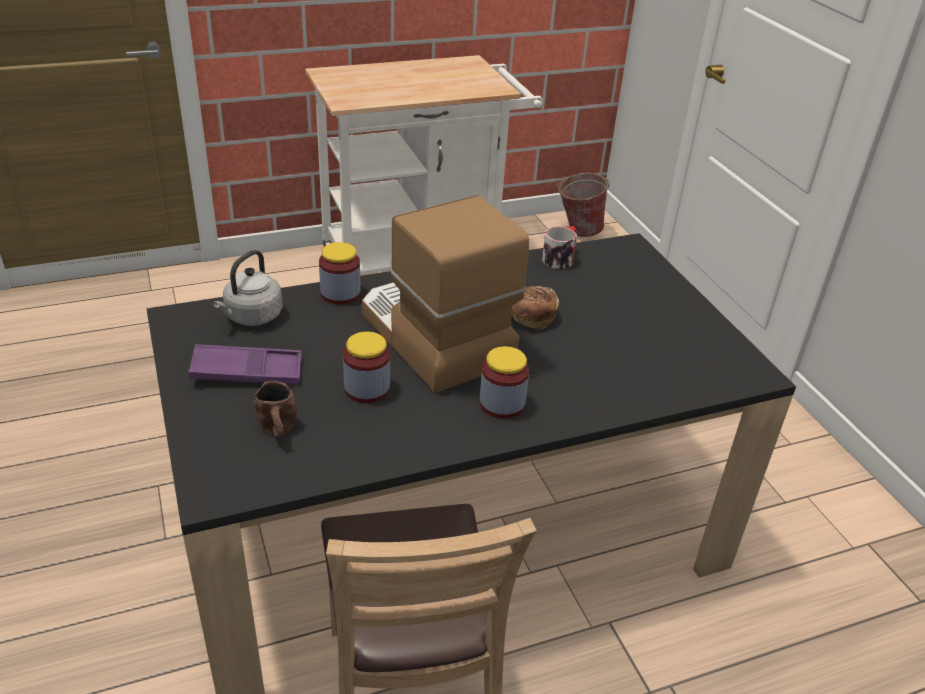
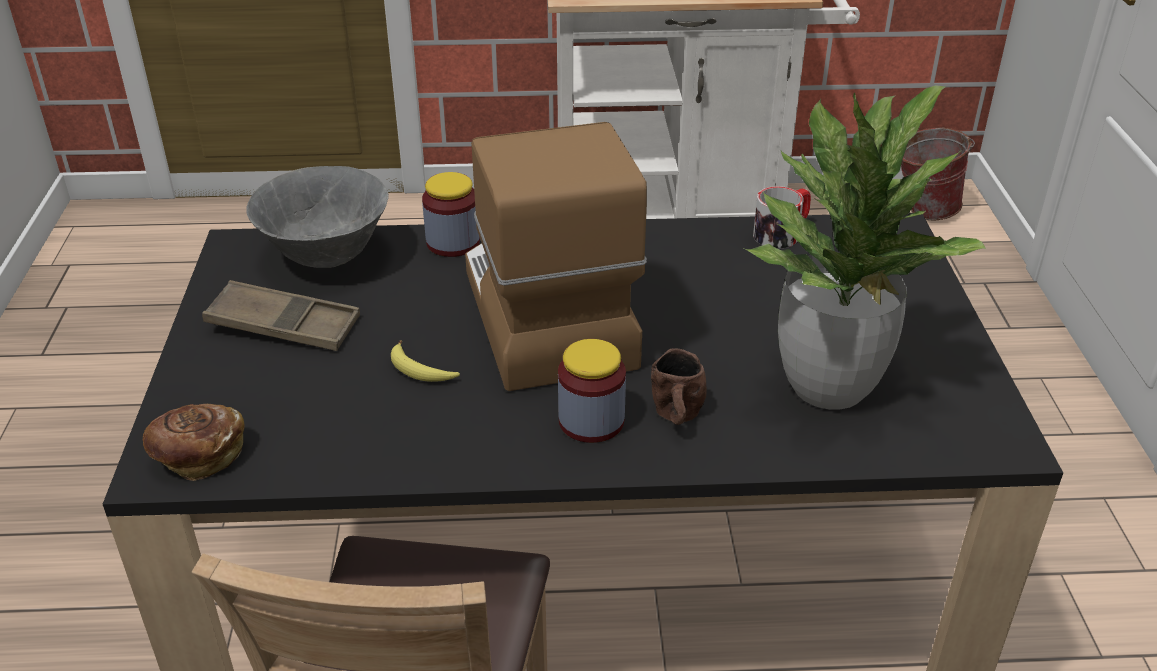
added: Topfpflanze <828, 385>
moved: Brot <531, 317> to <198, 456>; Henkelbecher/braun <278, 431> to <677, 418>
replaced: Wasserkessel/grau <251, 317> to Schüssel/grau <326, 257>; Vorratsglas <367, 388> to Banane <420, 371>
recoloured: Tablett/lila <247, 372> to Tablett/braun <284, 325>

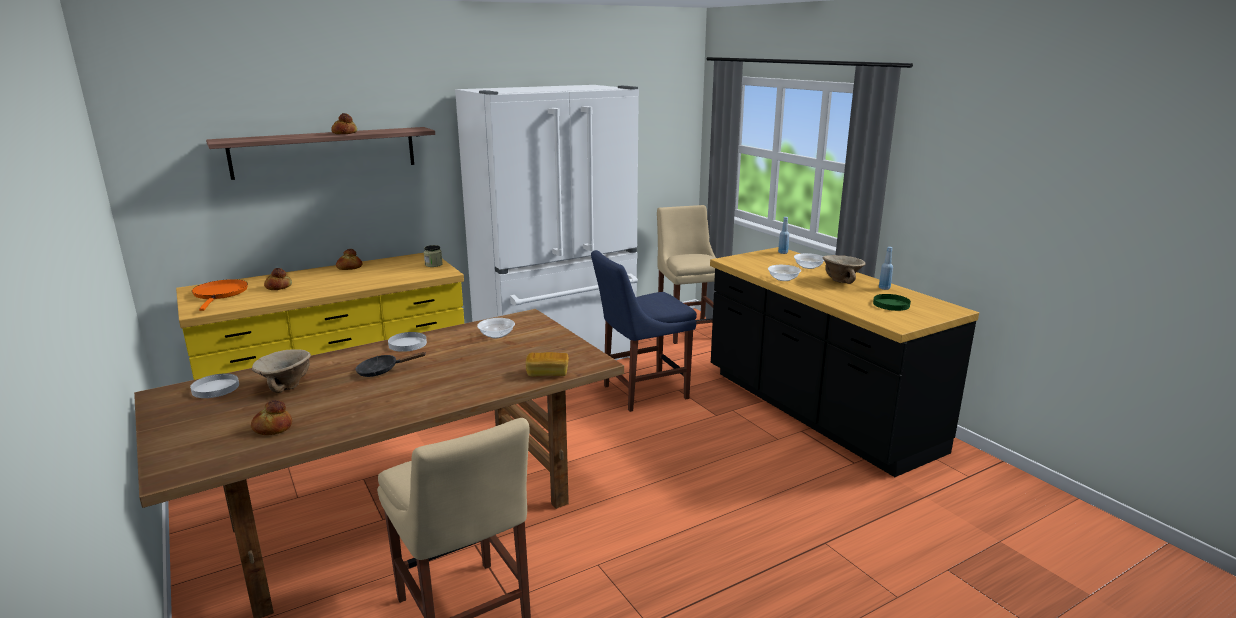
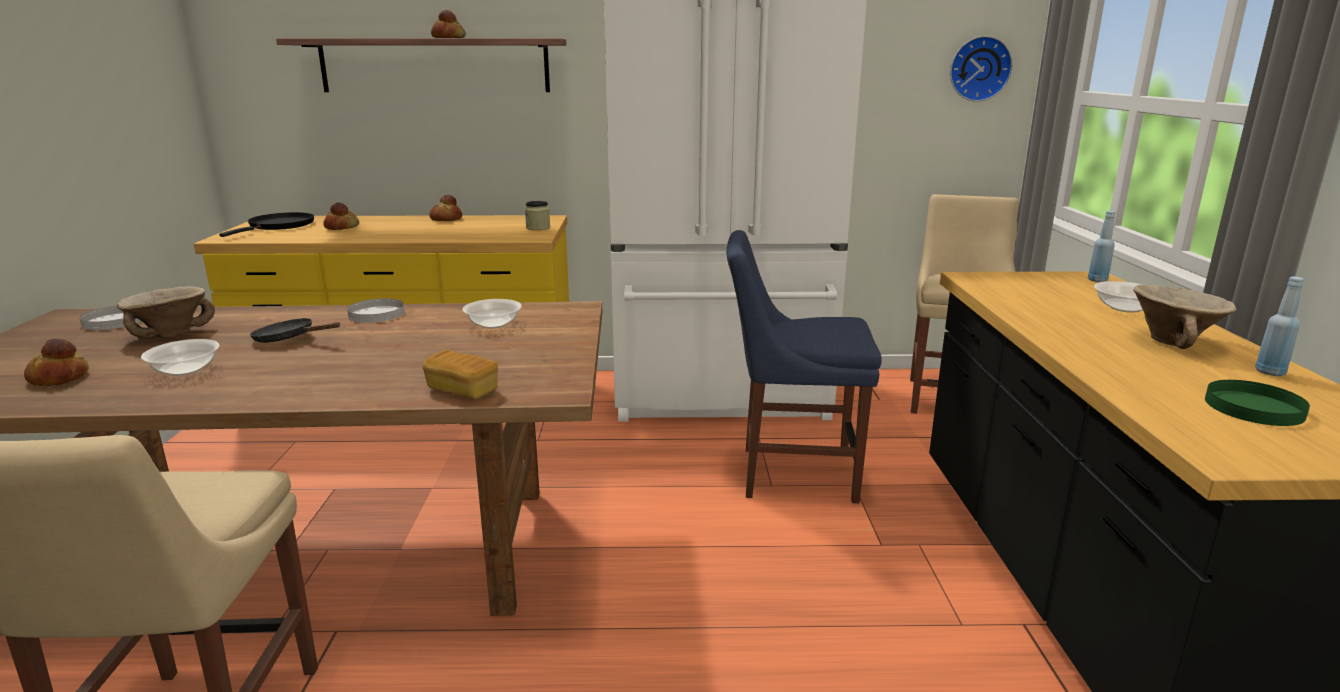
added: Wanduhr <979, 69>
moved: Schüssel <783, 279> to <185, 370>
recoloured: Pfanne/orange <220, 294> to Pfanne/schwarz <279, 226>

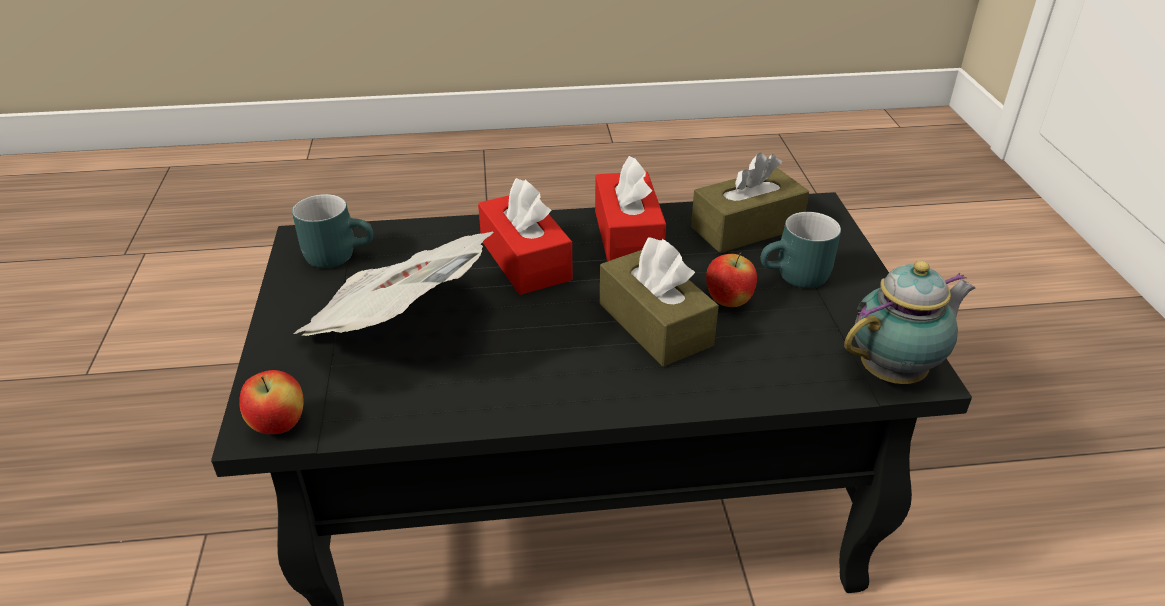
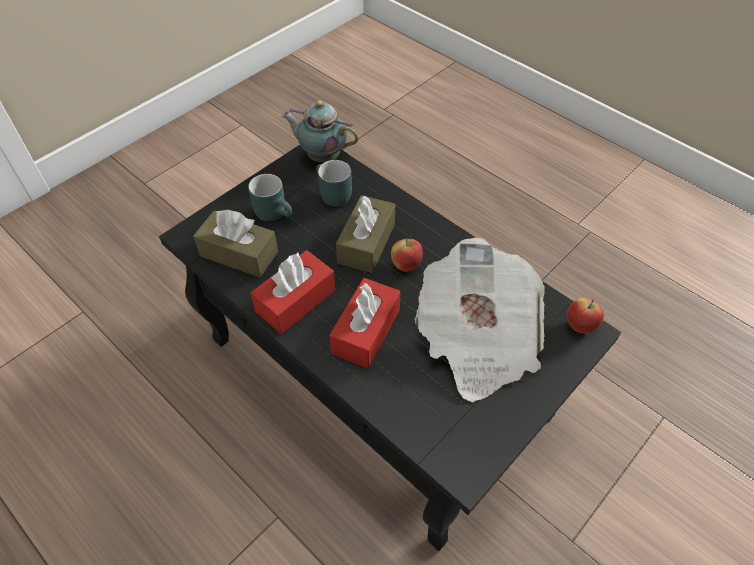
moved: Henkelbecher/türkis <339, 254> to <331, 195>; Apfel <728, 302> to <406, 266>

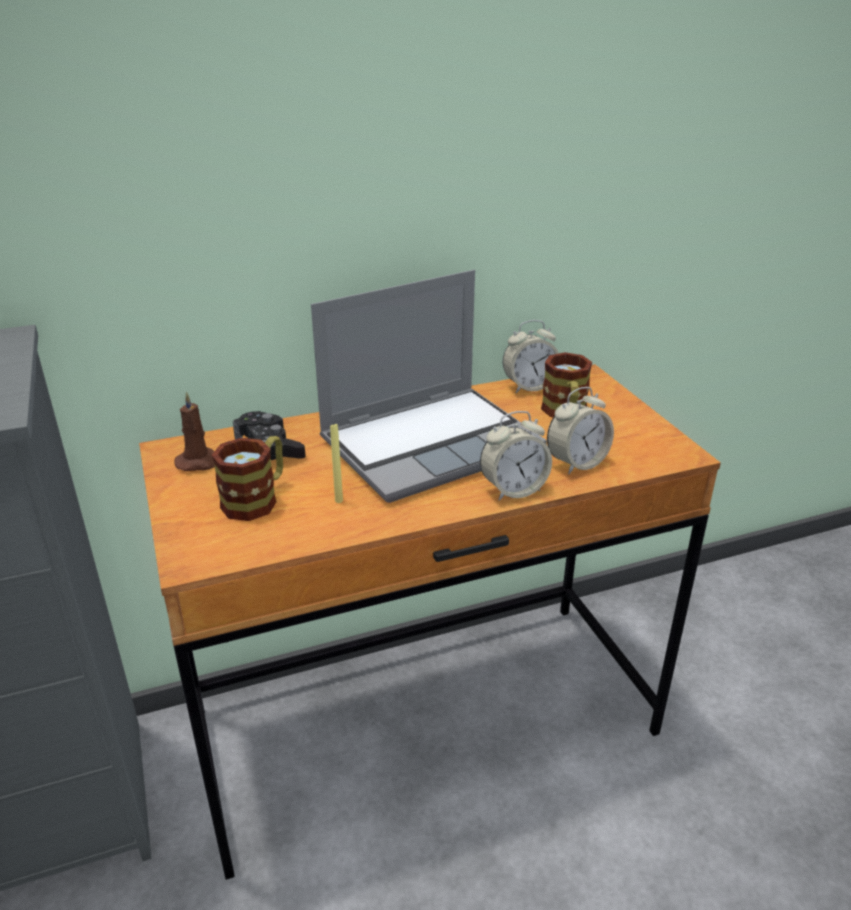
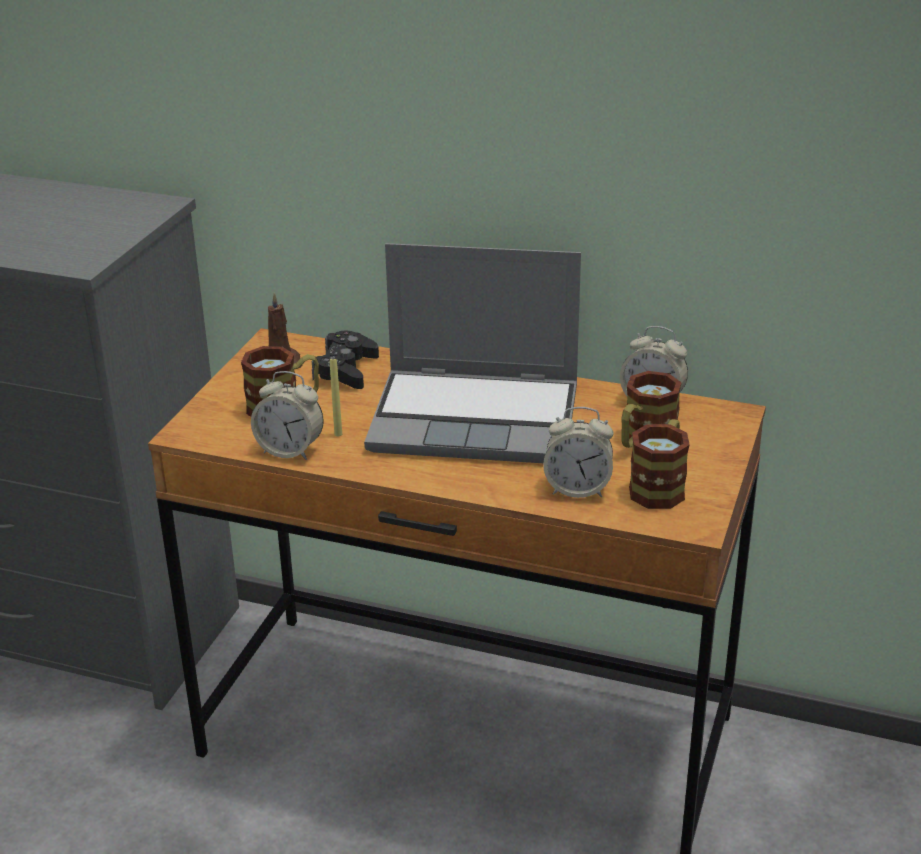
added: Henkelbecher <660, 486>
moved: Wecker <513, 490> to <290, 450>

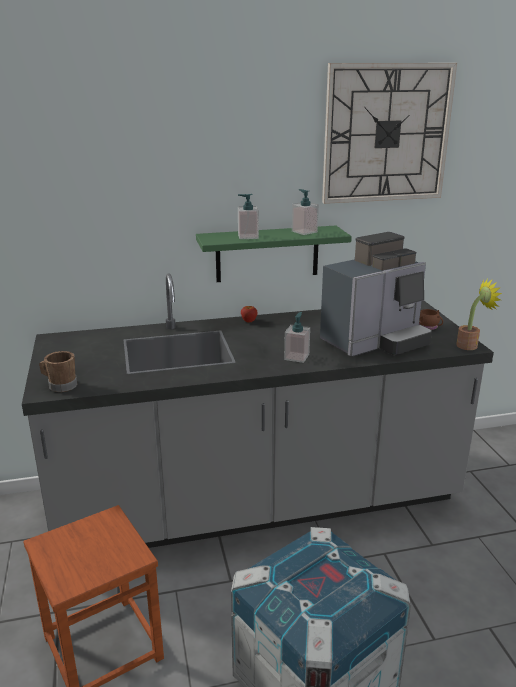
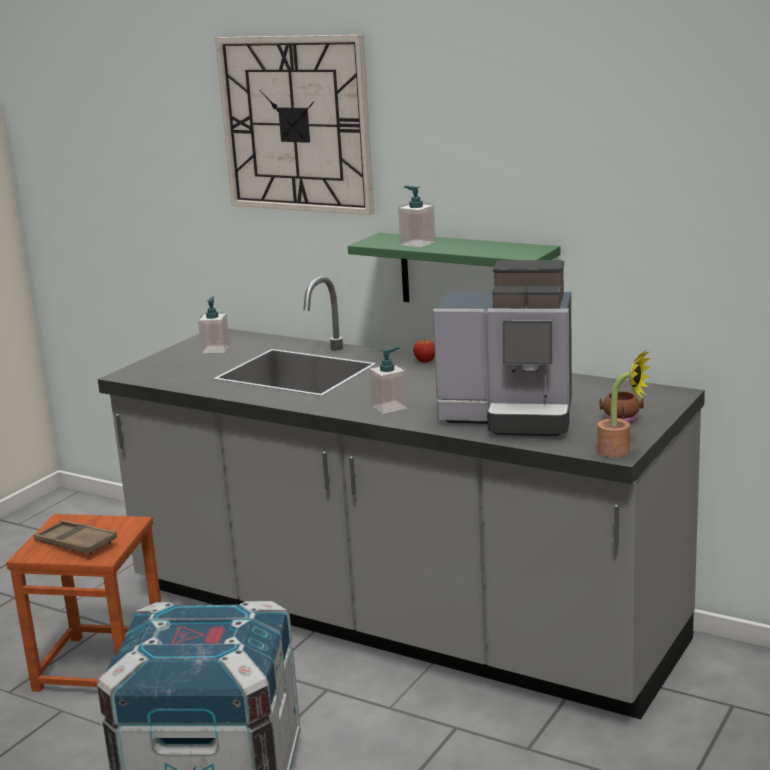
removed: Henkelbecher/braun <60, 385>
added: Tablett/braun <76, 543>
moved: Seifenspender <304, 231> to <215, 349>; Wanduhr <386, 134> to <296, 124>

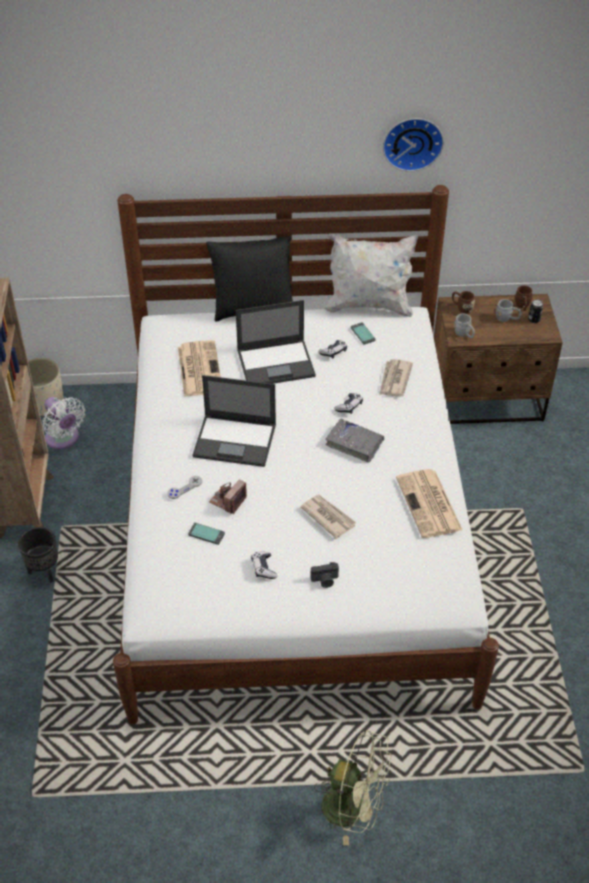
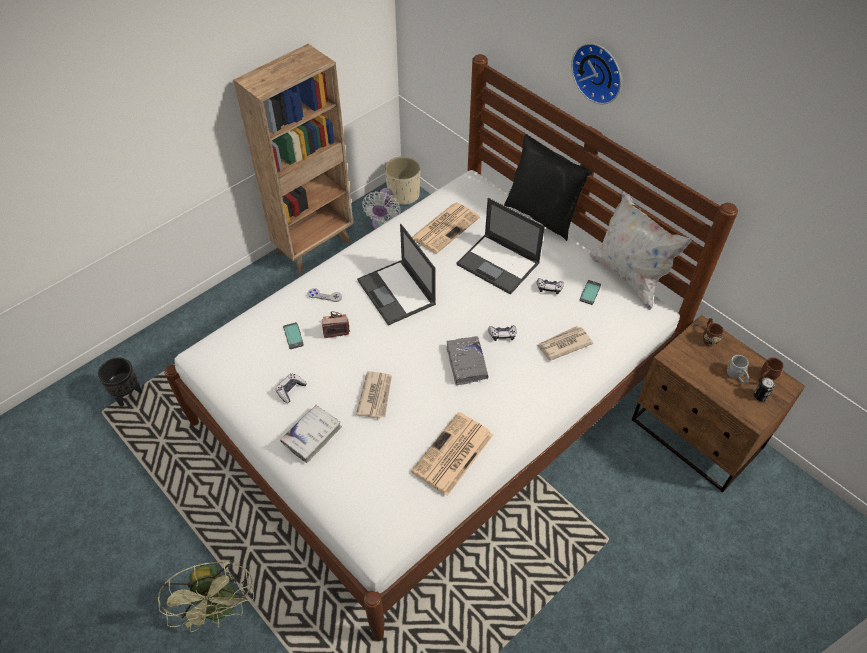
removed: Henkelbecher/grau <464, 334>
moved: Pflanzkübel/schwarz <43, 571> to <128, 395>; Wanduhr <412, 142> to <599, 72>
replaced: Kamera <325, 580> to Buch/weiß <312, 436>

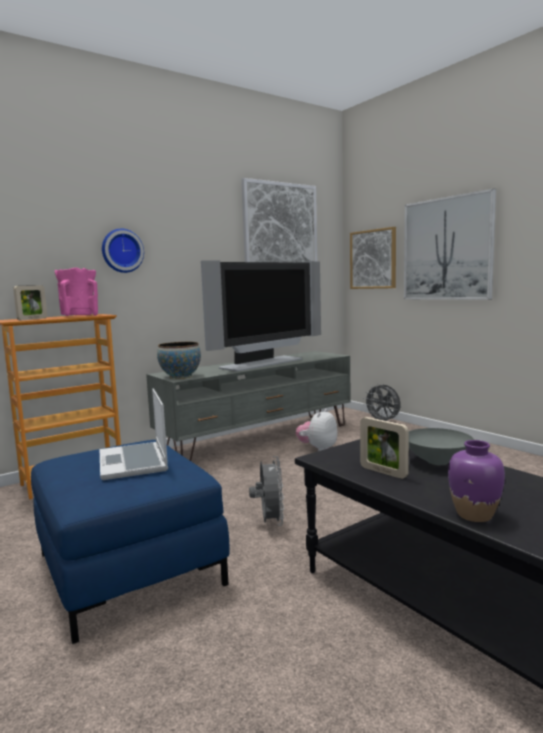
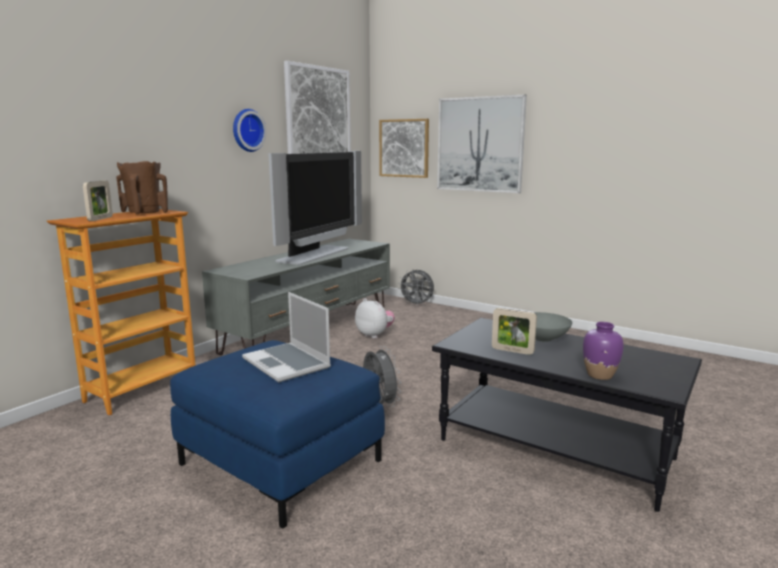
removed: Schüssel <180, 377>
moved: Wanduhr <121, 251> to <247, 130>
recoloured: Vase/rosa <80, 316> to Vase/braun <145, 213>
turned: Plüschtier <318, 449> = <375, 335> 120 degrees clockwise

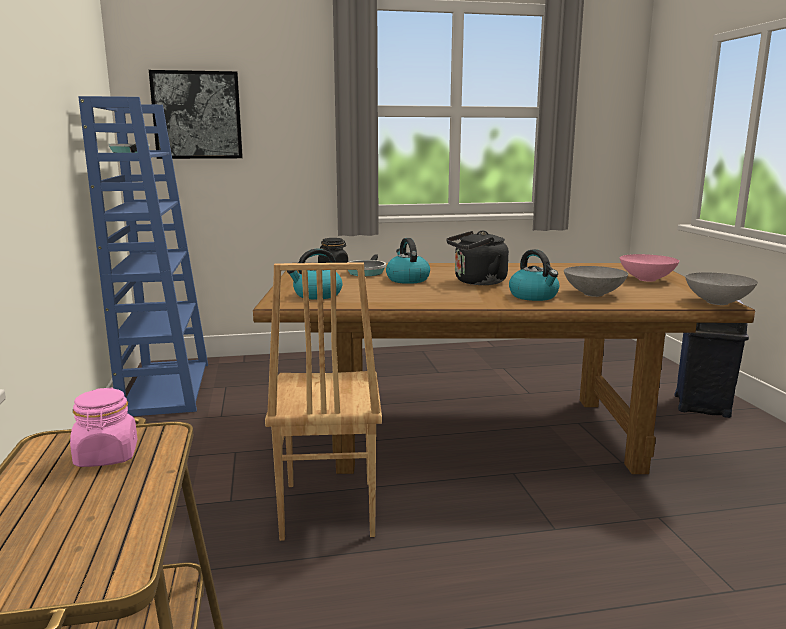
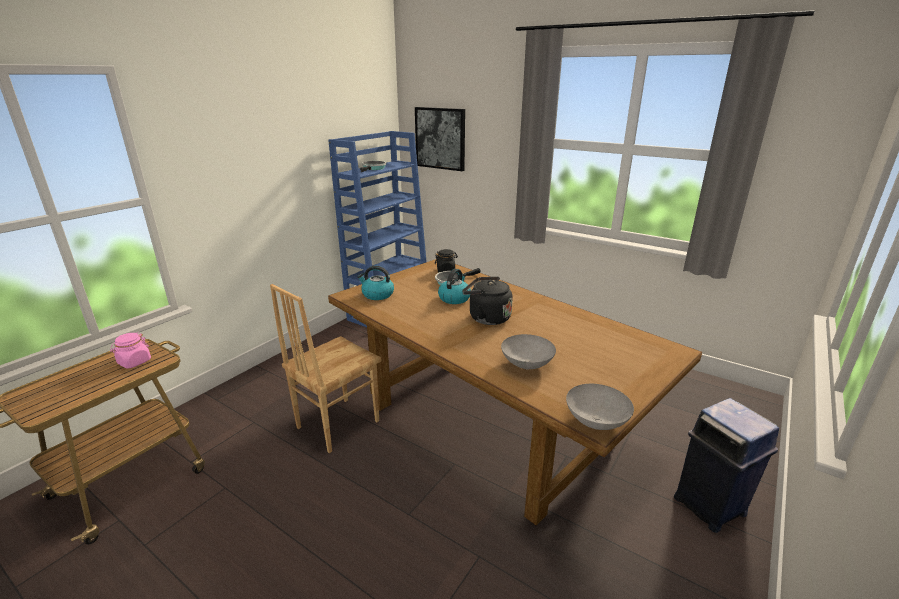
removed: Wasserkessel <534, 296>; Schüssel/rosa <647, 280>

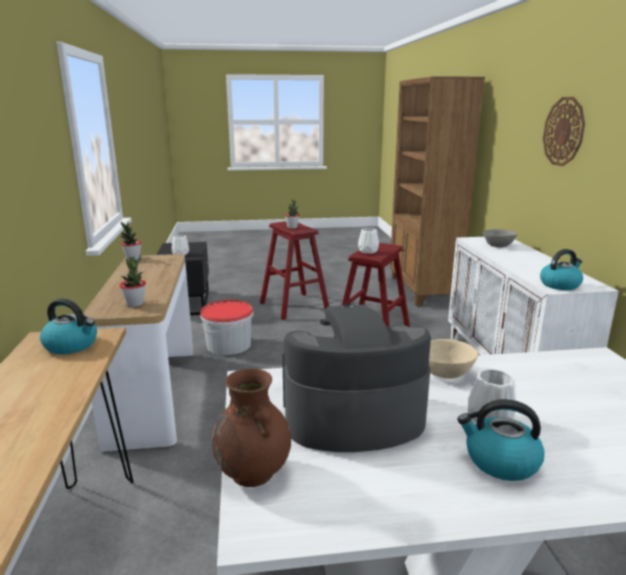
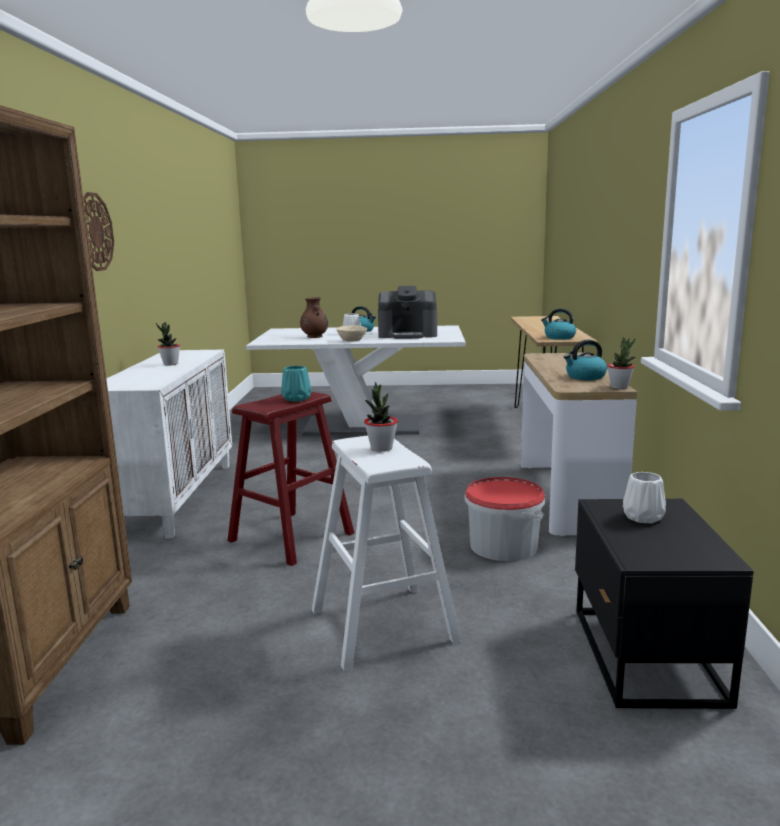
removed: Schüssel/grau <498, 245>
moved: Topfpflanze <135, 304> to <170, 364>; Vase/braun <253, 473> to <314, 336>; Wasserkessel <560, 285> to <585, 377>
recoloured: Vase/weiß <367, 251> to Vase/türkis <297, 399>; Hocker/rot <294, 306> to Hocker/weiß <383, 625>

